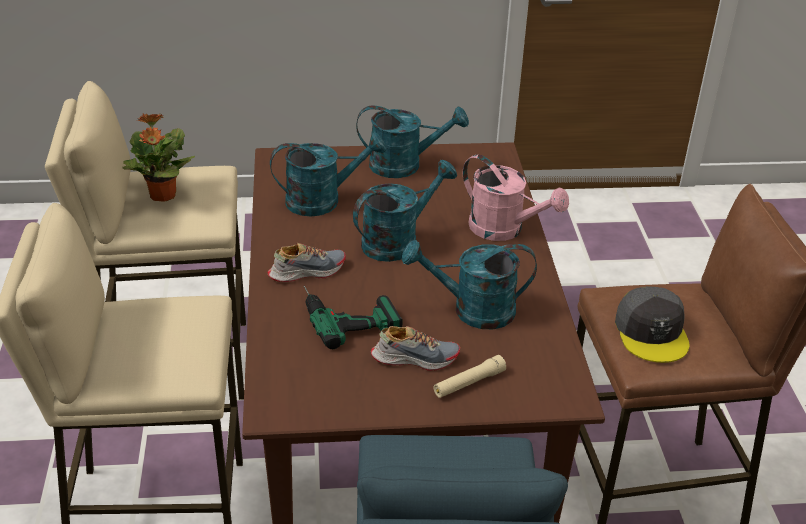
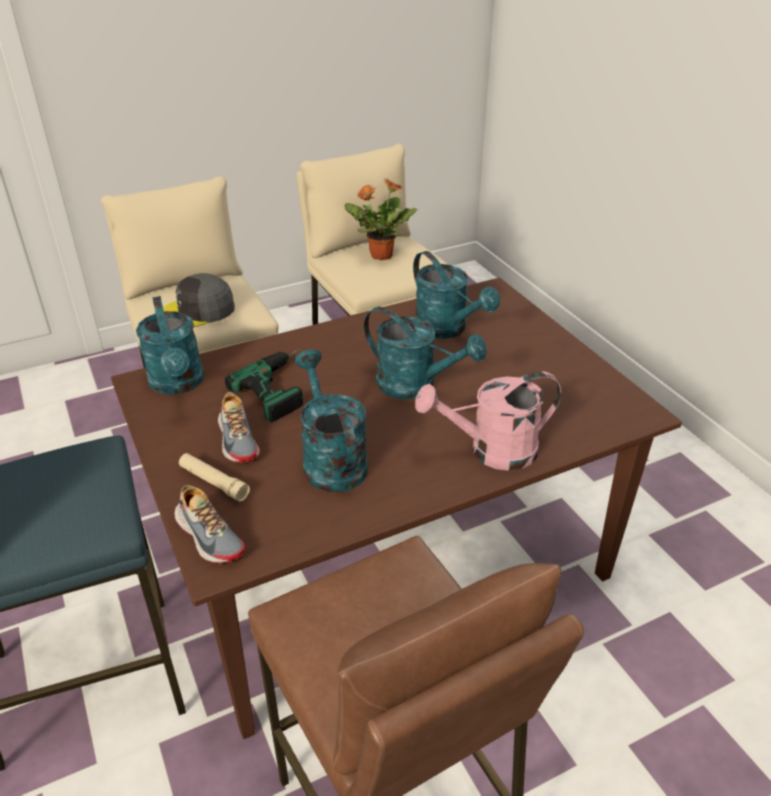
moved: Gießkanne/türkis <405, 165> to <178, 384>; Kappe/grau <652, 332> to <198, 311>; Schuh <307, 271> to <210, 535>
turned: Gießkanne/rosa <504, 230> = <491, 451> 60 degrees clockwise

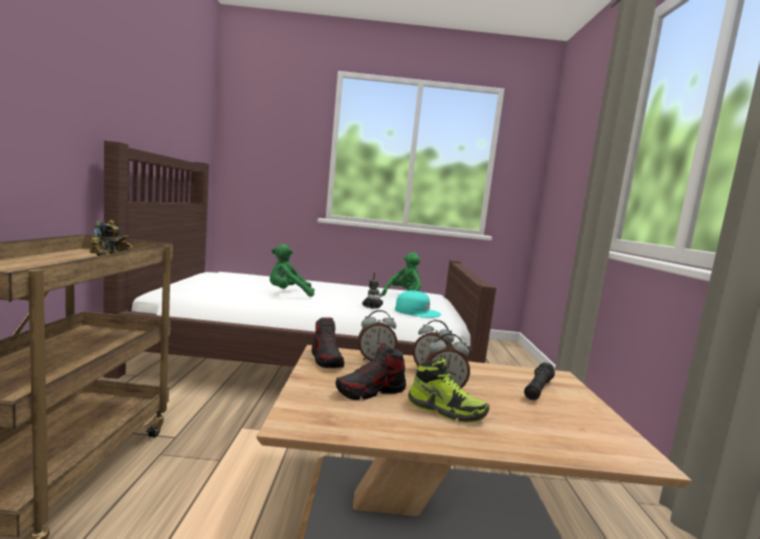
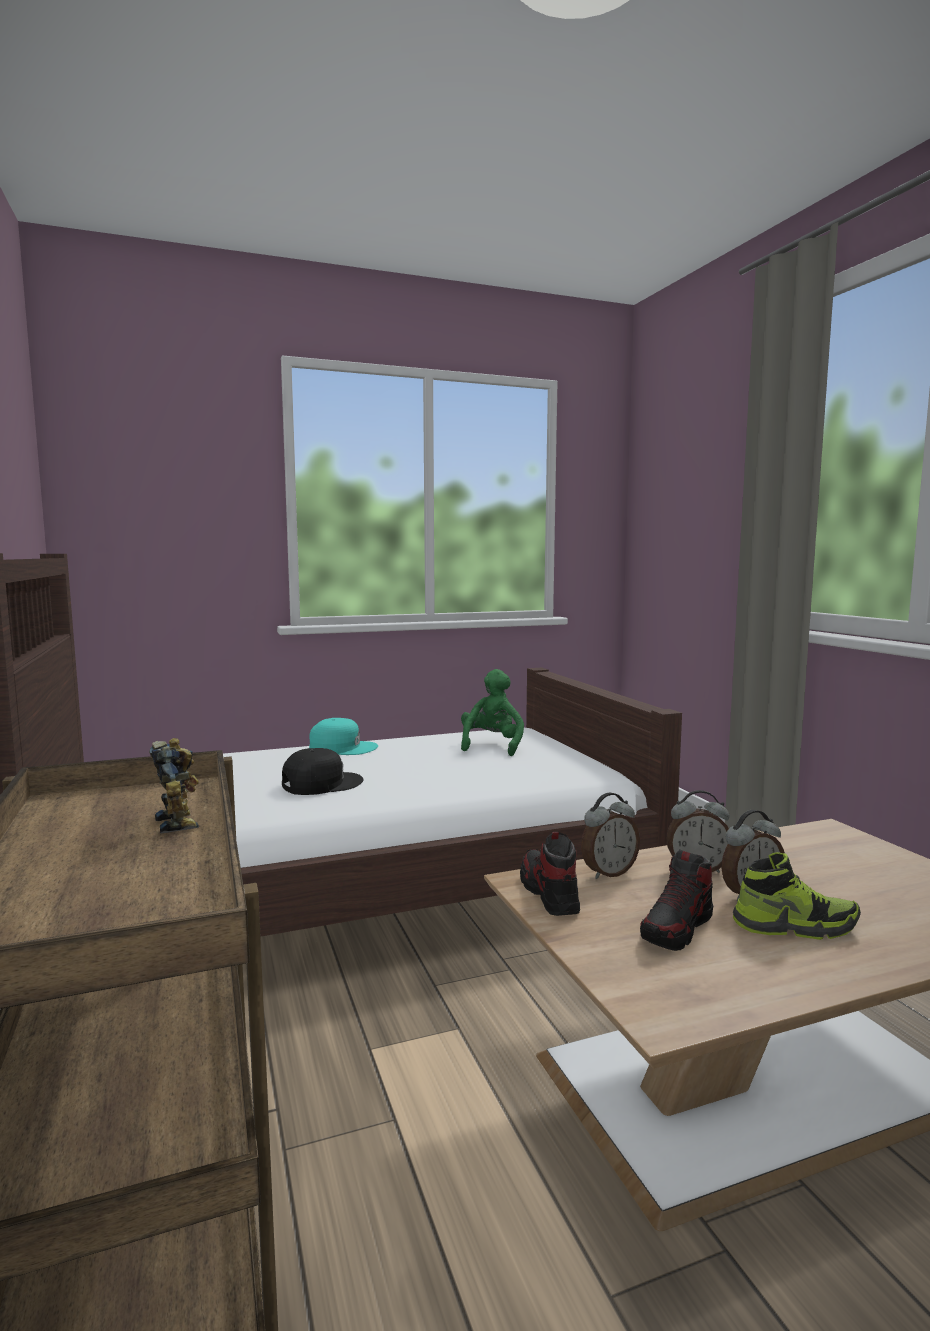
removed: Spielzeugroboter <372, 306>; Taschenlampe/schwarz <538, 389>
moved: Kappe/türkis <417, 311> to <342, 748>
replaced: Plüschtier/grün <288, 293> to Kappe/schwarz <321, 783>
turned: Schuh <326, 359> = <549, 893> 150 degrees counterclockwise

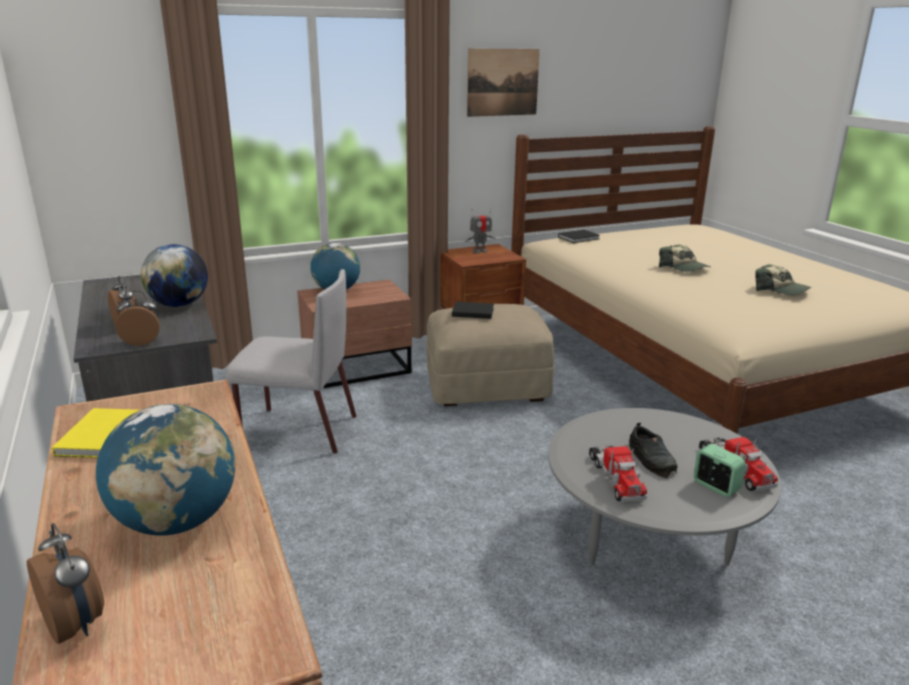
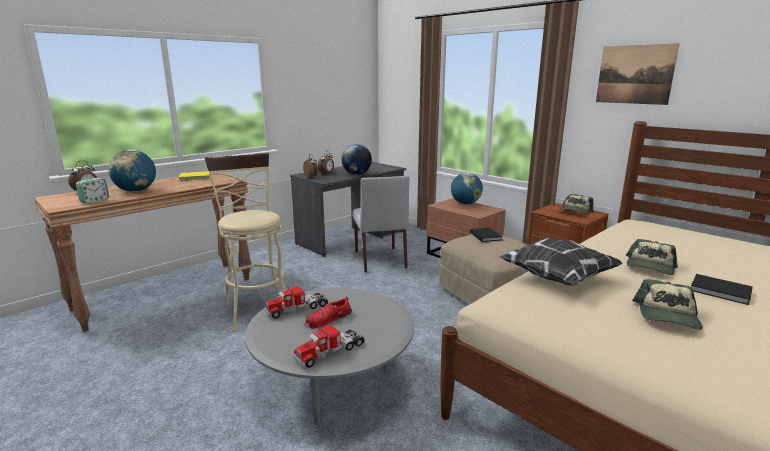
added: Hocker/beige <256, 308>; Kissen <556, 277>
moved: Wecker <715, 486> to <94, 201>; Buch/schwarz <580, 238> to <722, 292>
replaced: Spielzeugroboter <480, 251> to Kappe <575, 211>
recoloured: Schuh/schwarz <652, 459> to Schuh/rot <328, 319>

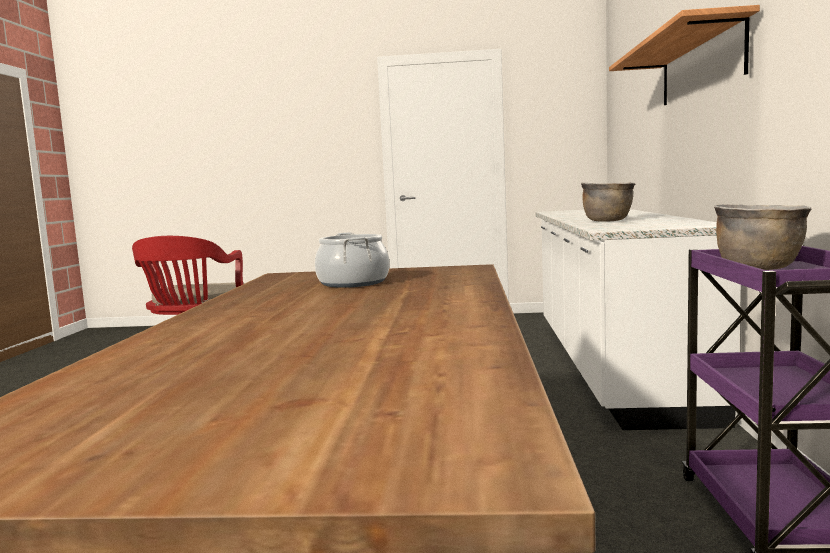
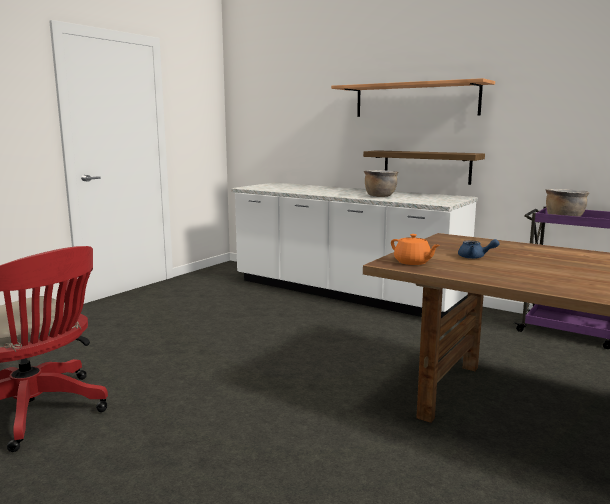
added: Wandregal <426, 167>; Teekanne/orange <412, 262>
replaced: Kochtopf <353, 283> to Teekanne/blau <475, 257>

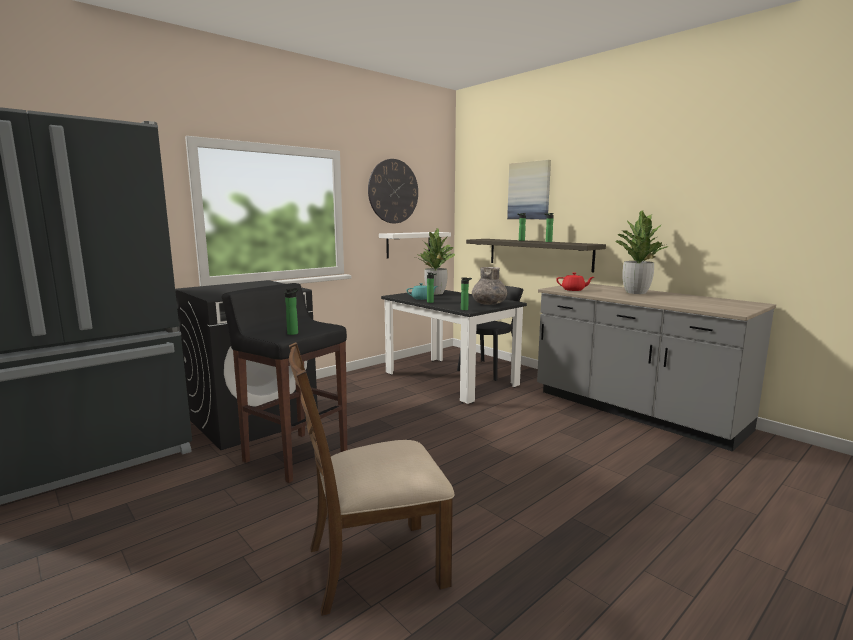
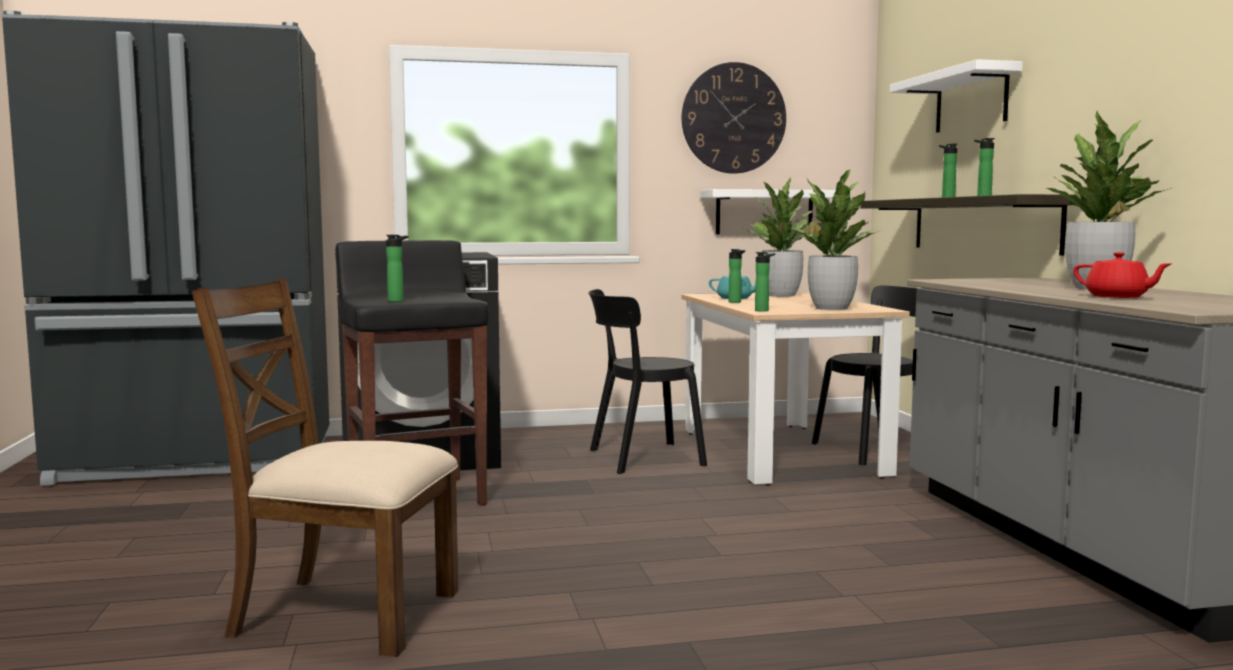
added: Stuhl/schwarz <640, 458>
moved: Teekanne/rot <573, 290> to <1117, 297>
replaced: Vase/grau <489, 304> to Topfpflanze <831, 308>; Bild <529, 190> to Wandregal/weiß <971, 100>
recoloured: Esstisch/schwarz <450, 379> to Esstisch/beige <780, 452>

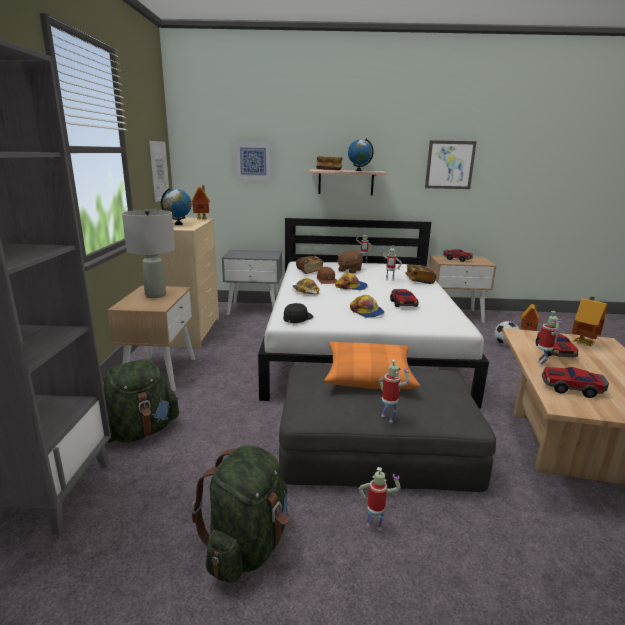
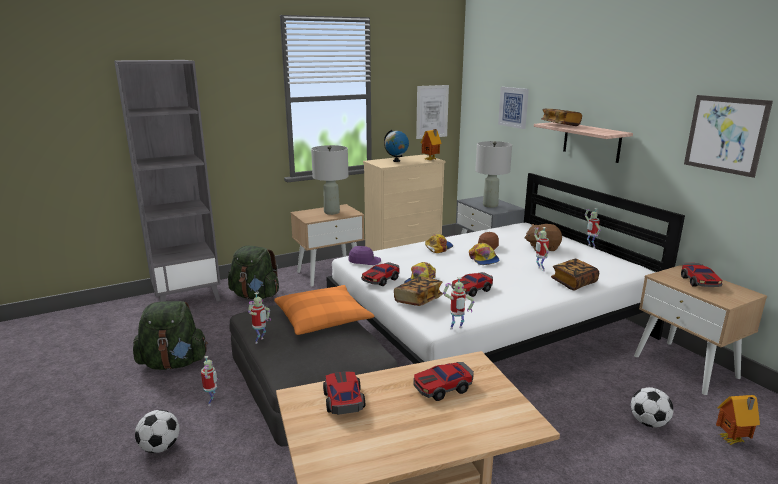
removed: Globus <358, 170>; Spielzeughaus <583, 343>
added: Fußball <160, 447>; Spielzeugauto <381, 279>; Tischlampe/grau <490, 205>
moved: Buch <310, 271> to <418, 300>; Spielzeugroboter <542, 364> to <456, 329>
recoloured: Kappe/schwarz <297, 318> to Kappe/lila <364, 261>

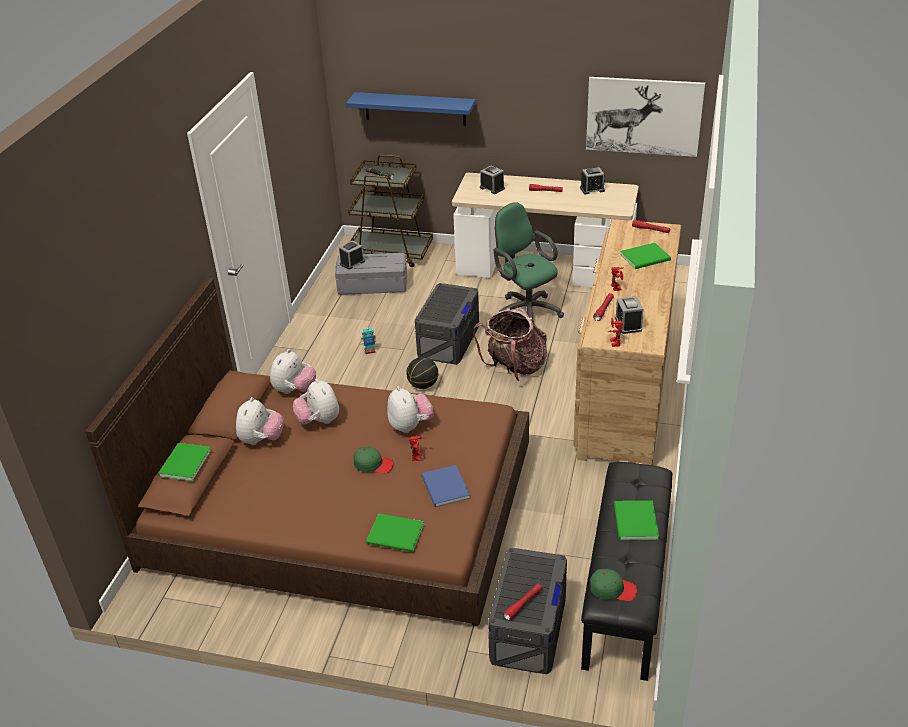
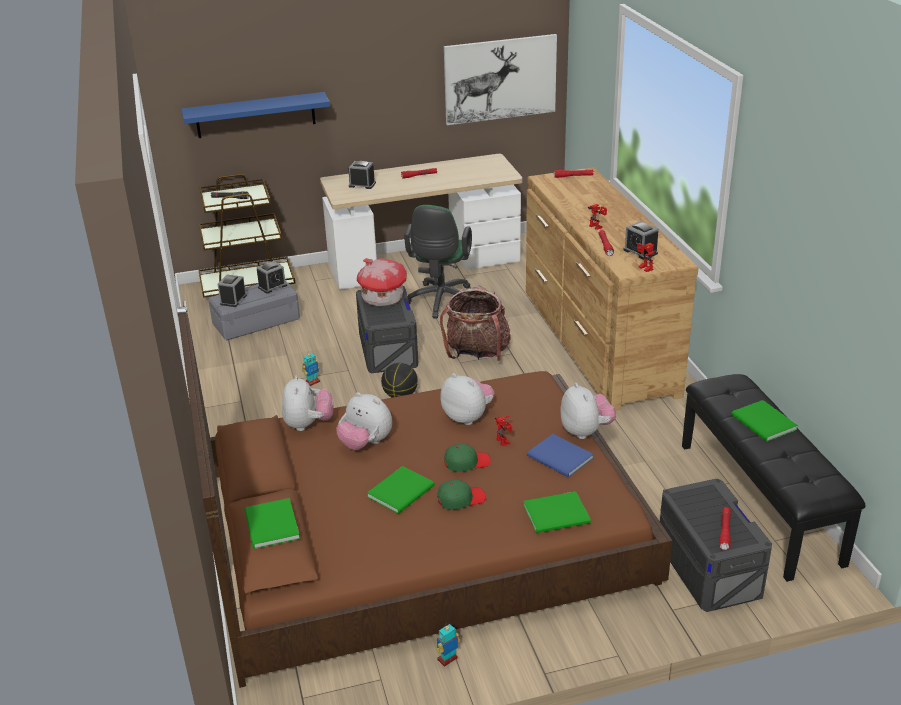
added: Spielzeughaus <381, 298>; Spielzeugroboter <447, 659>
moved: Wecker <592, 189> to <272, 286>; Buch/grün <647, 257> to <403, 491>; Kappe/grün <612, 589> to <461, 499>; Plüschtier <261, 440> to <586, 431>
turned: Bürostuhl/grün <526, 310> = <440, 302> 105 degrees counterclockwise

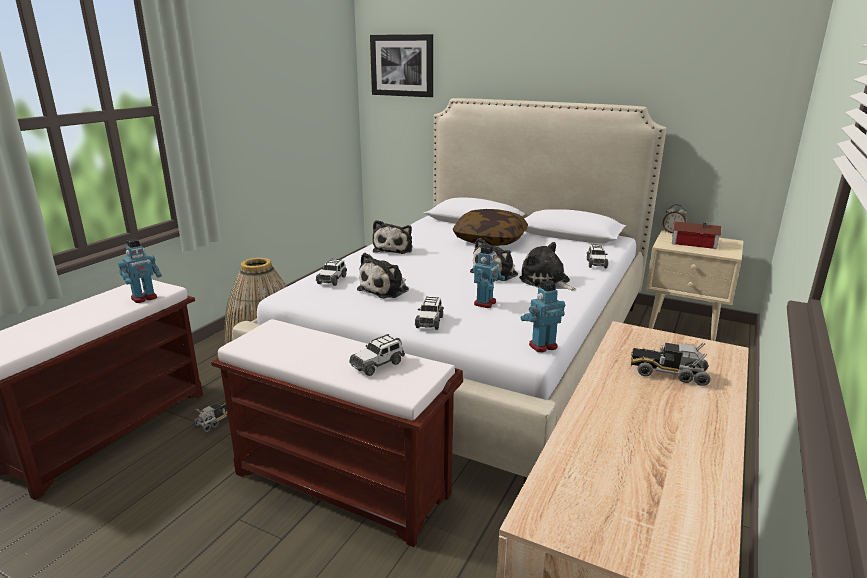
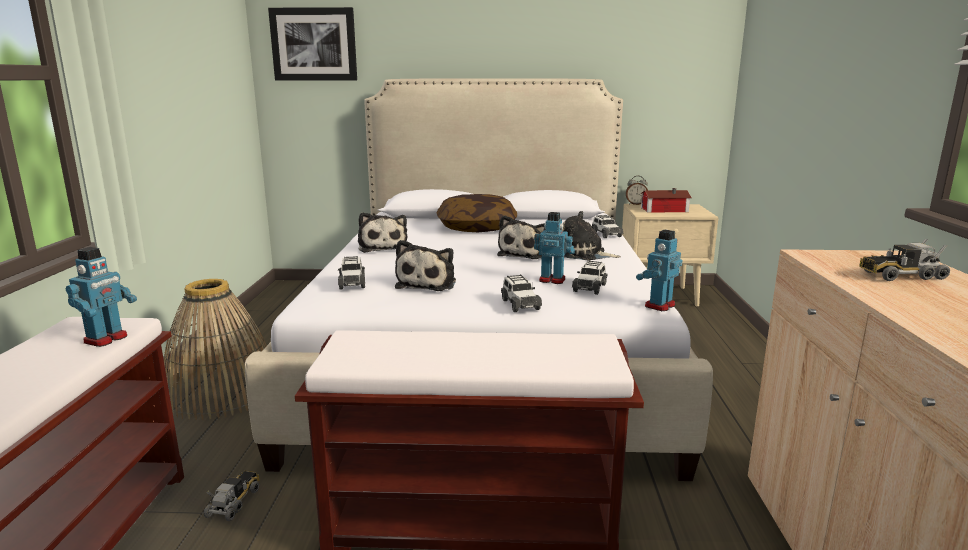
moved: Spielzeugauto <378, 364> to <590, 287>
turned: Spielzeugroboter <485, 303> = <552, 280> 75 degrees counterclockwise

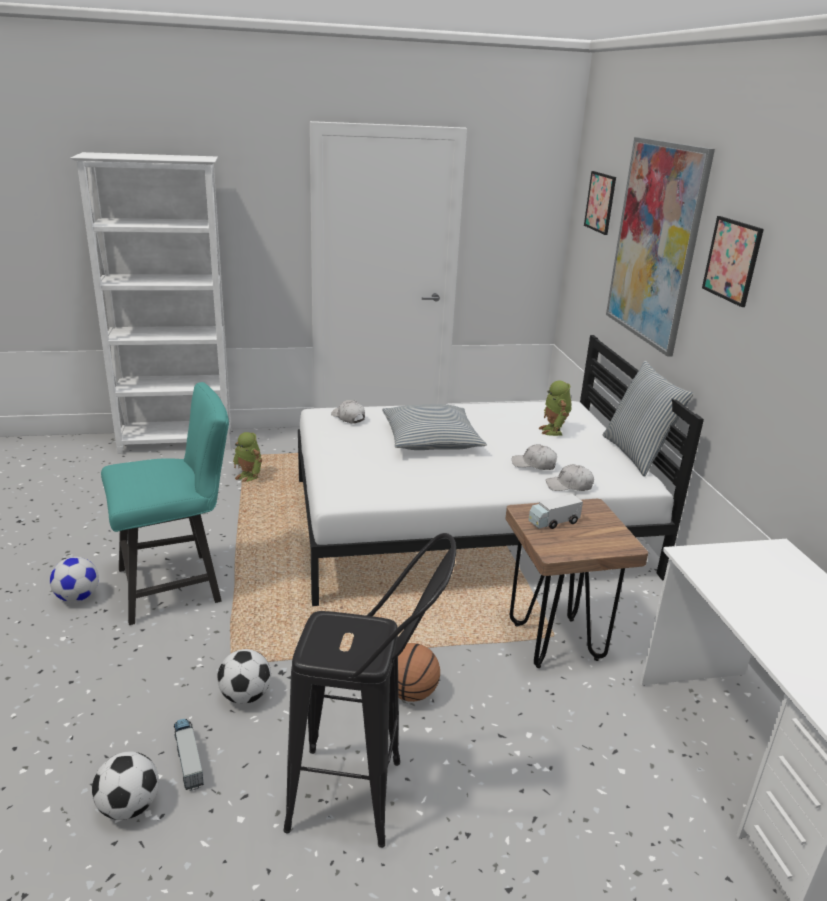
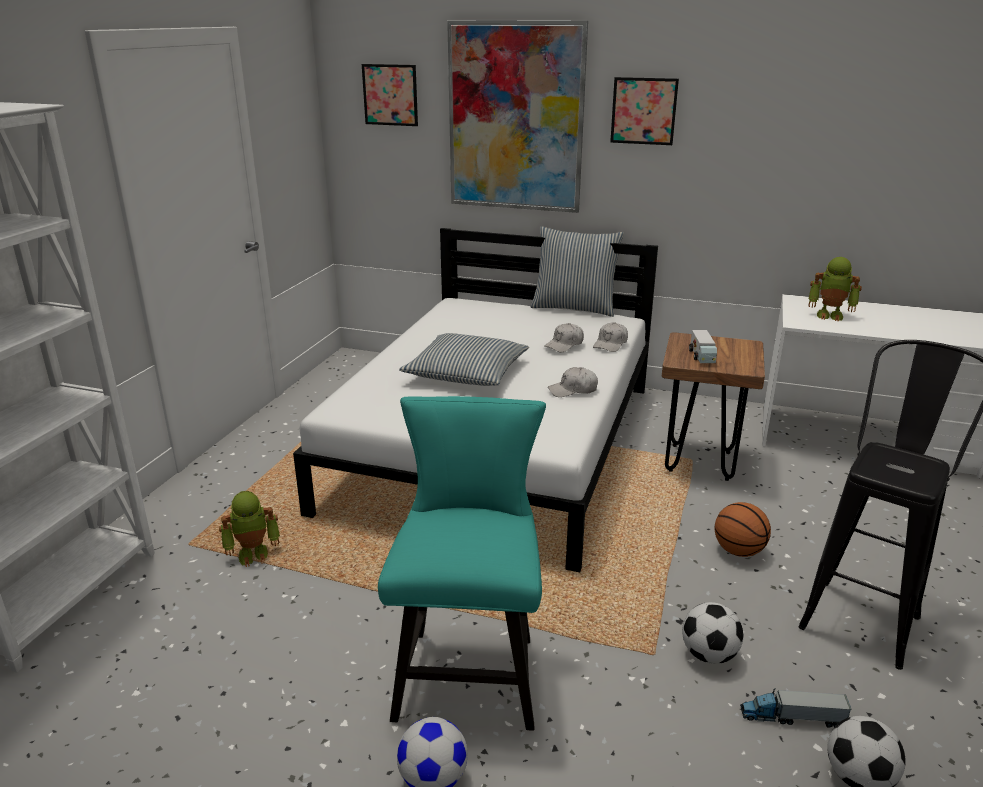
moved: Kappe/weiß <348, 417> to <573, 390>; Spielzeugroboter <554, 431> to <830, 315>

